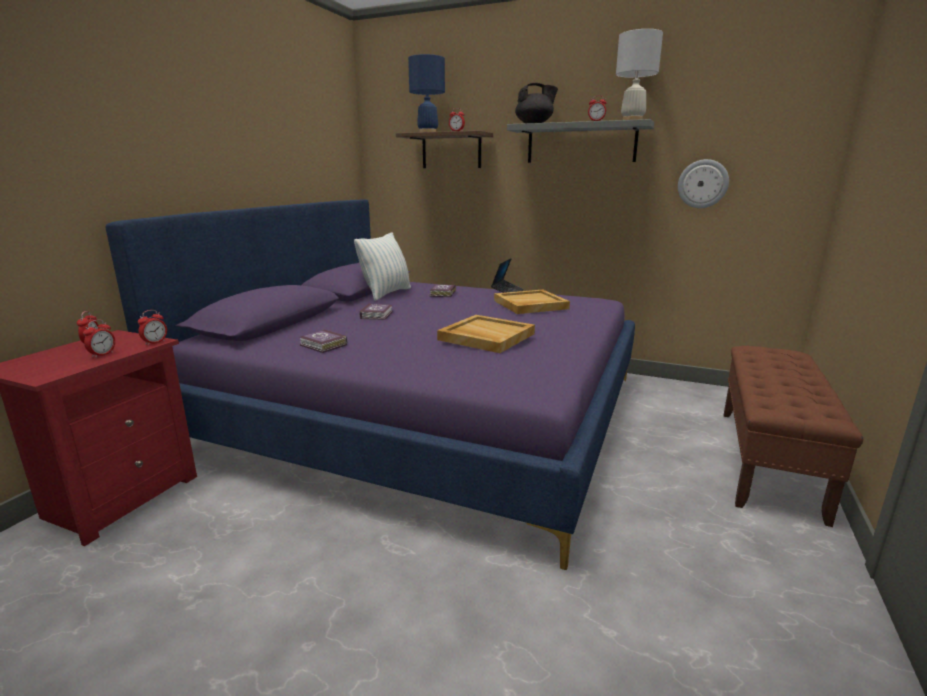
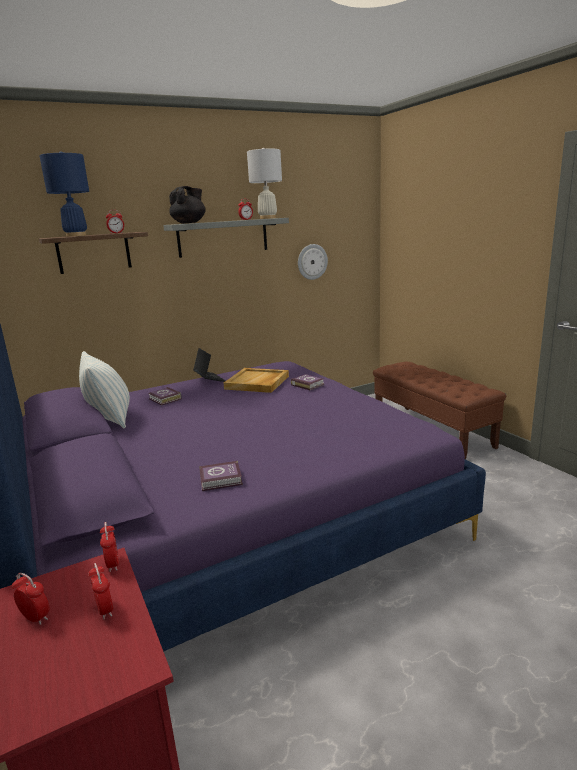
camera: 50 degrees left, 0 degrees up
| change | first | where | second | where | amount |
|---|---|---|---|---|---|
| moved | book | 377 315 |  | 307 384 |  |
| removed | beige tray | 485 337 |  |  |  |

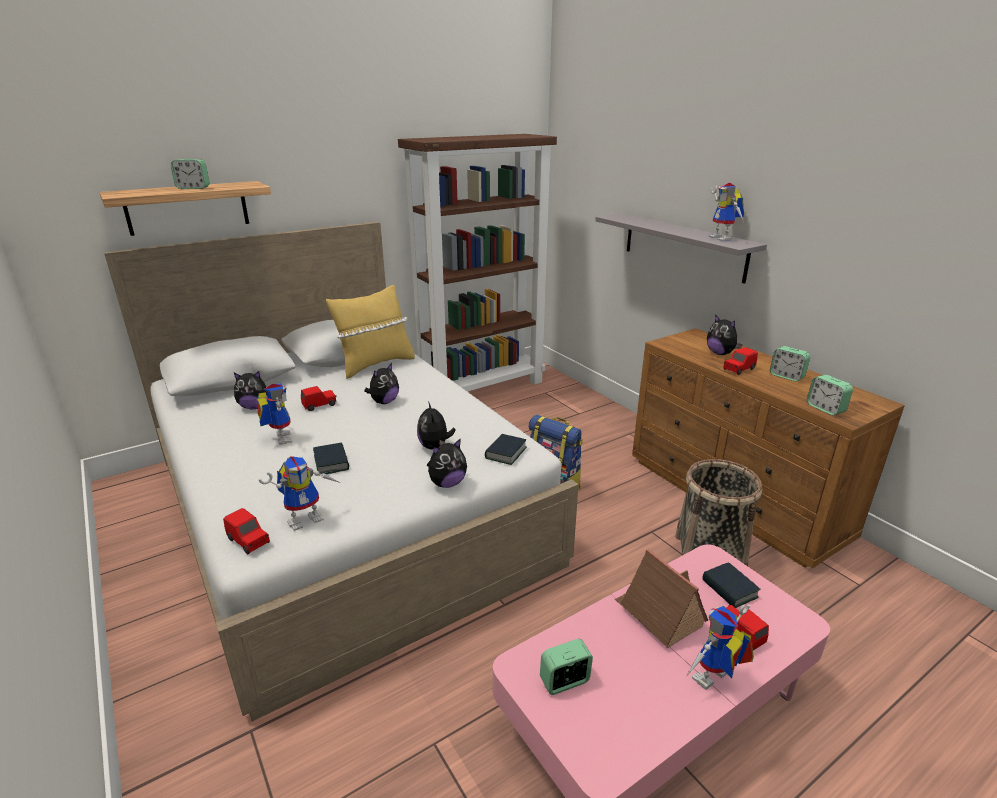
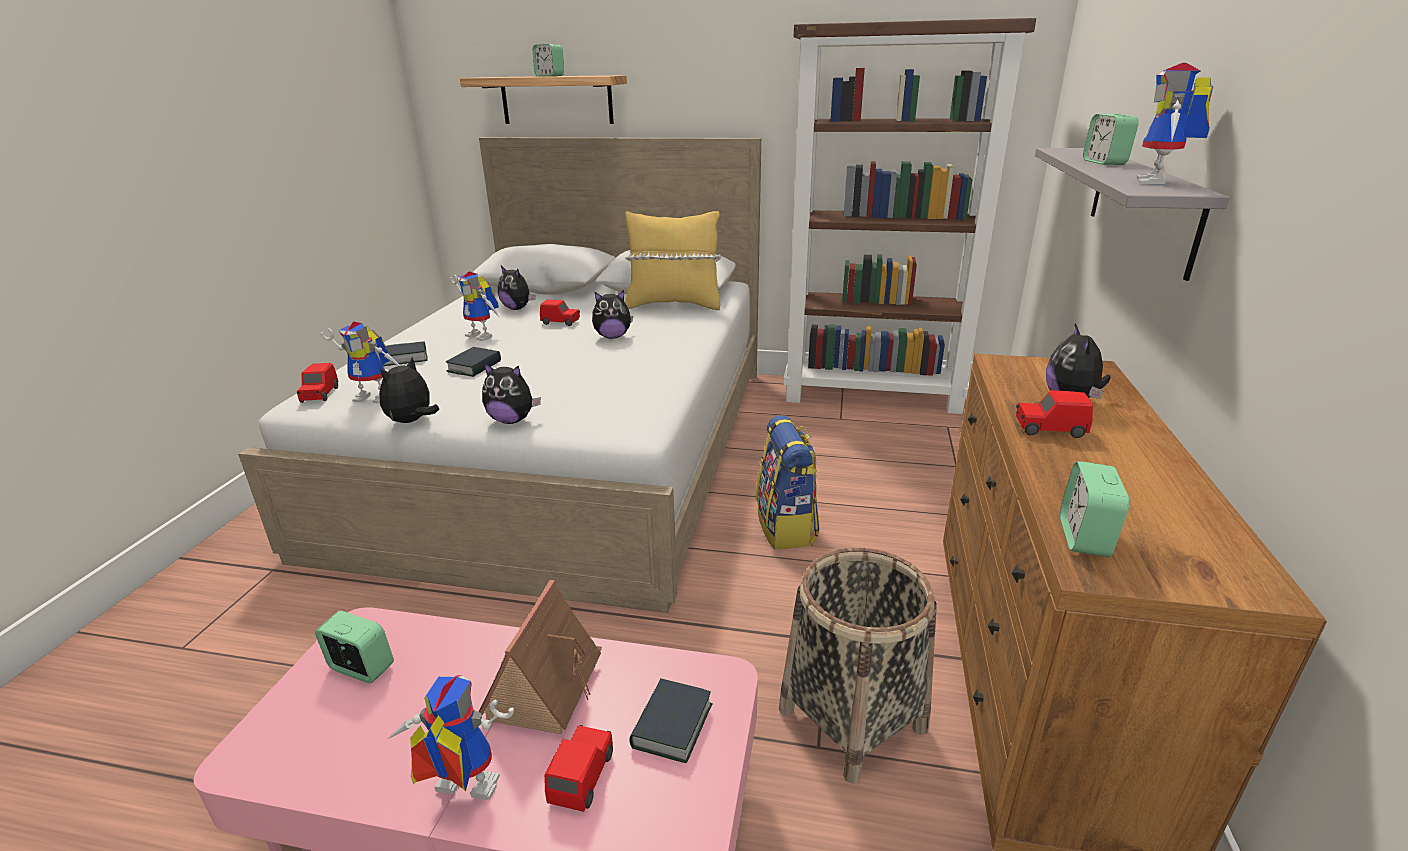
camera: 45 degrees right, 0 degrees up
| change | first | where | second | where | amount |
|---|---|---|---|---|---|
| moved | alarm clock | 786 376 |  | 1104 162 |  |
| turned | toy robot | 279 438 |  | 484 335 | 105 degrees clockwise |
| moved | plush toy | 435 446 |  | 412 421 |  |
| moved | book | 505 453 |  | 405 358 |  |

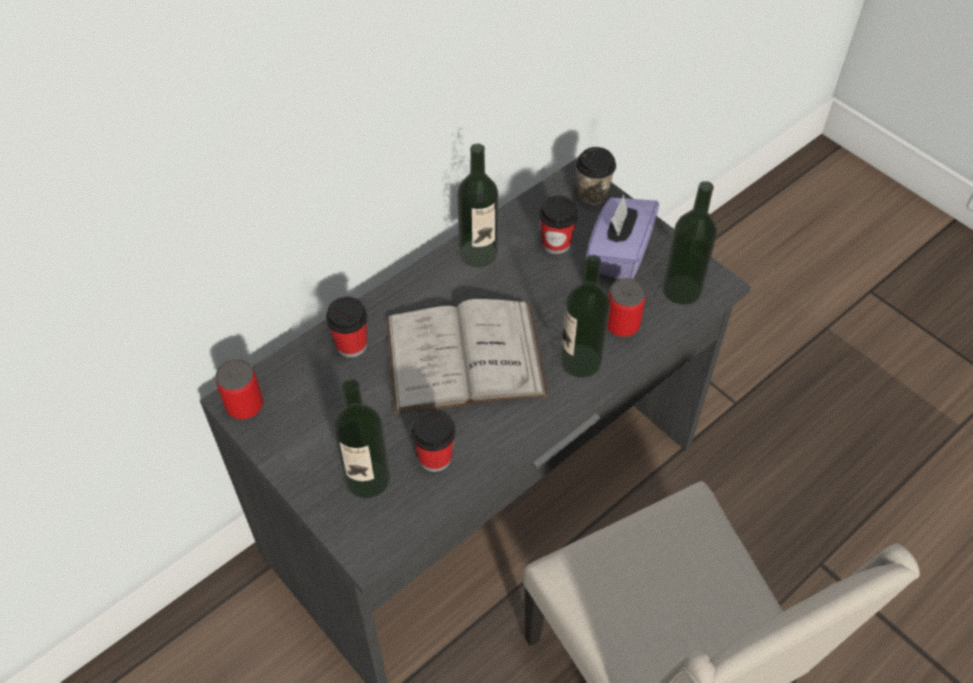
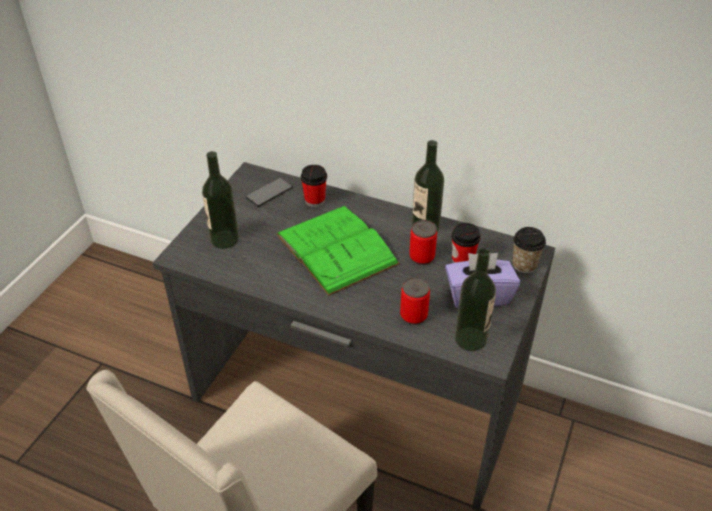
camera: 65 degrees right, 10 degrees down
| change | first | where | second | where | amount |
|---|---|---|---|---|---|
| removed | bottle | 580 361 |  |  |  |
| recoloured | white book | 464 356 | green book | 336 249 |  |
| moved | can | 245 406 |  | 422 257 |  |
| removed | cup | 435 457 |  |  |  |
| added |  |  | phone | 269 193 |  |

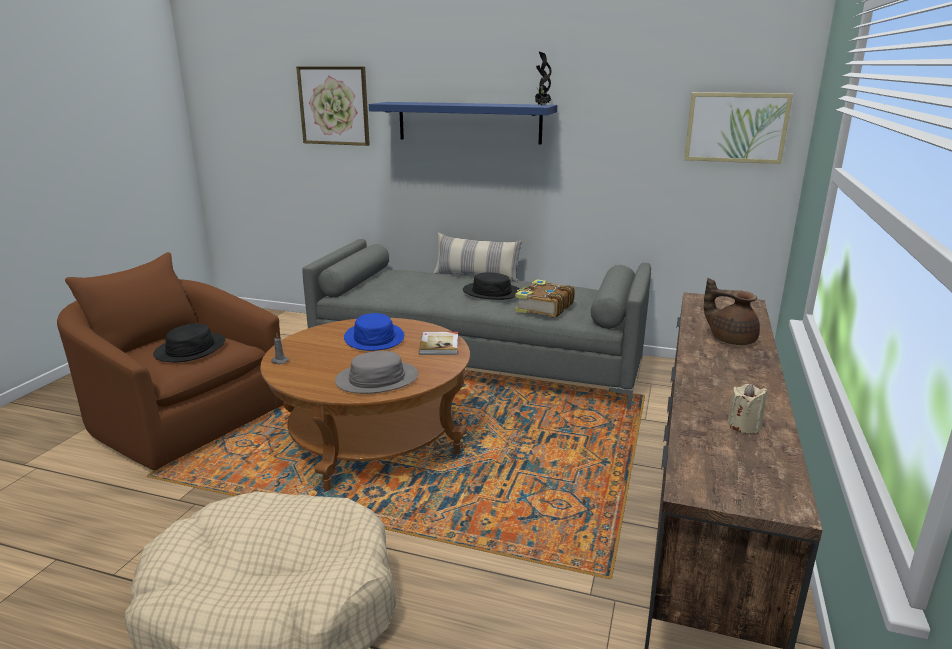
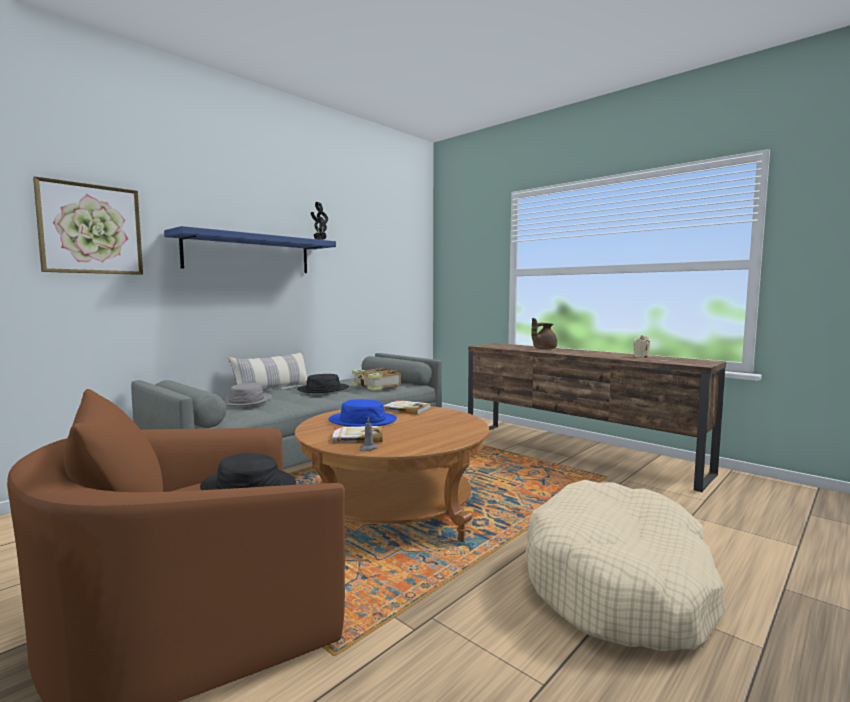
camera: 65 degrees left, 15 degrees down
| change | first | where | second | where | amount |
|---|---|---|---|---|---|
| removed | picture | 736 127 |  |  |  |
| moved | grey hat | 377 379 |  | 246 401 |  |
| added |  |  | book | 357 437 |  |

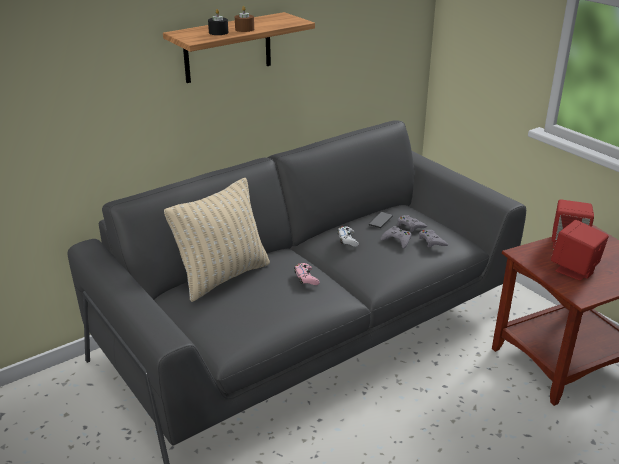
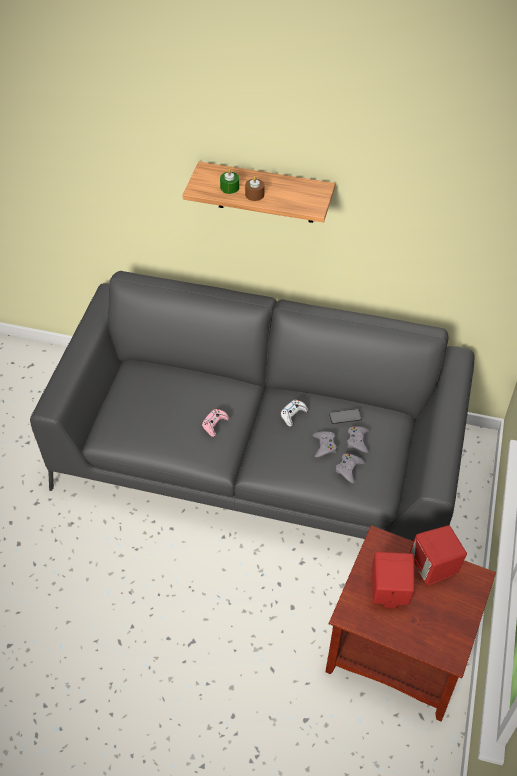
camera: 50 degrees right, 20 degrees up
| change | first | where | second | where | amount |
|---|---|---|---|---|---|
| recoloured | black candle | 218 32 | green candle | 229 187 |  |
| removed | beige pillow | 223 277 |  |  |  |

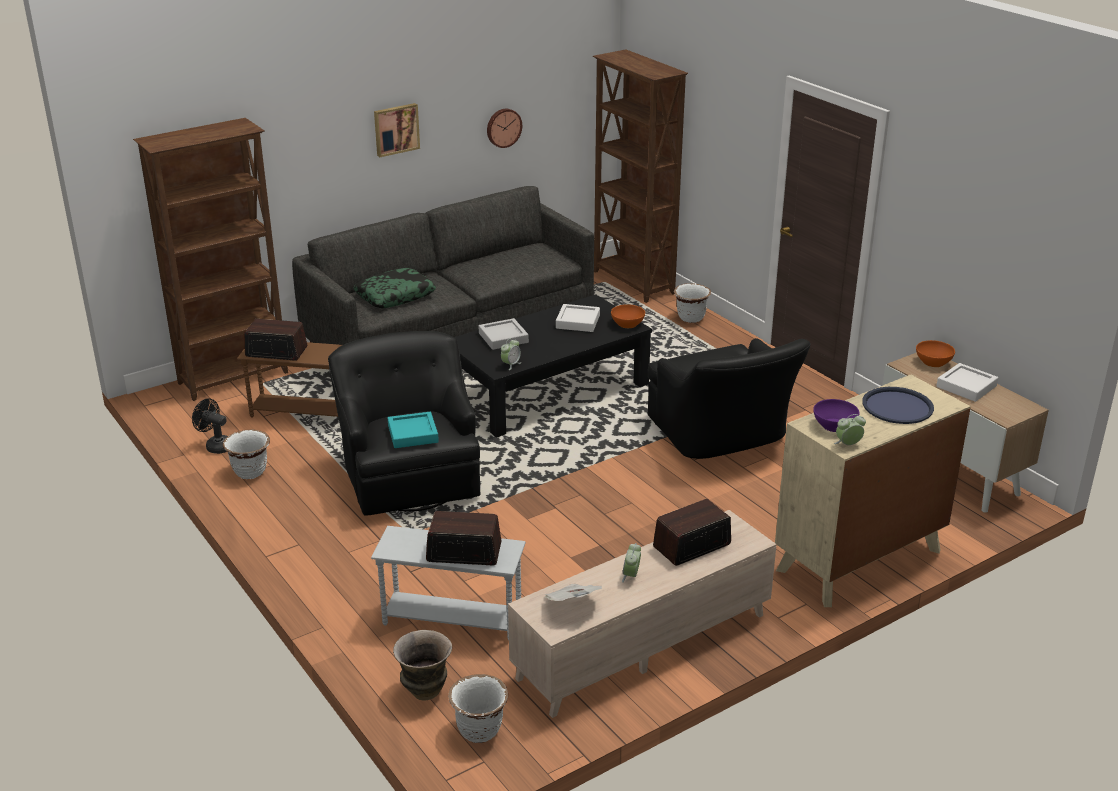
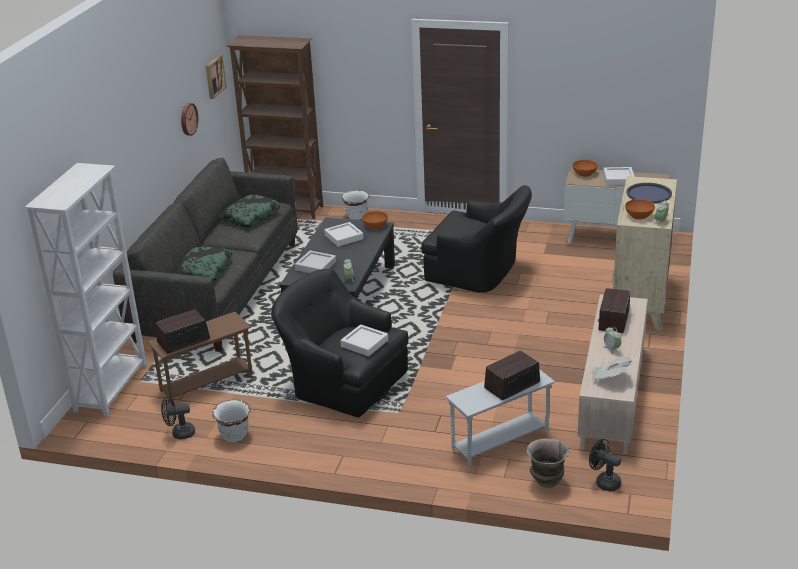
camera: 40 degrees left, 0 degrees up
| change | first | where | second | where | amount |
|---|---|---|---|---|---|
| moved | picture | 396 129 |  | 214 76 |  |
| recoloured | brown bookcase | 234 378 | white bookcase | 112 388 |  |
| recoloured | purple bowl | 834 425 | orange bowl | 639 215 |  |
| recoloured | turquoise tray | 413 434 | white tray | 364 343 |  |
| replaced | white planter | 479 730 | black fan | 604 482 |  |
| added |  |  | pillow | 250 216 |  |

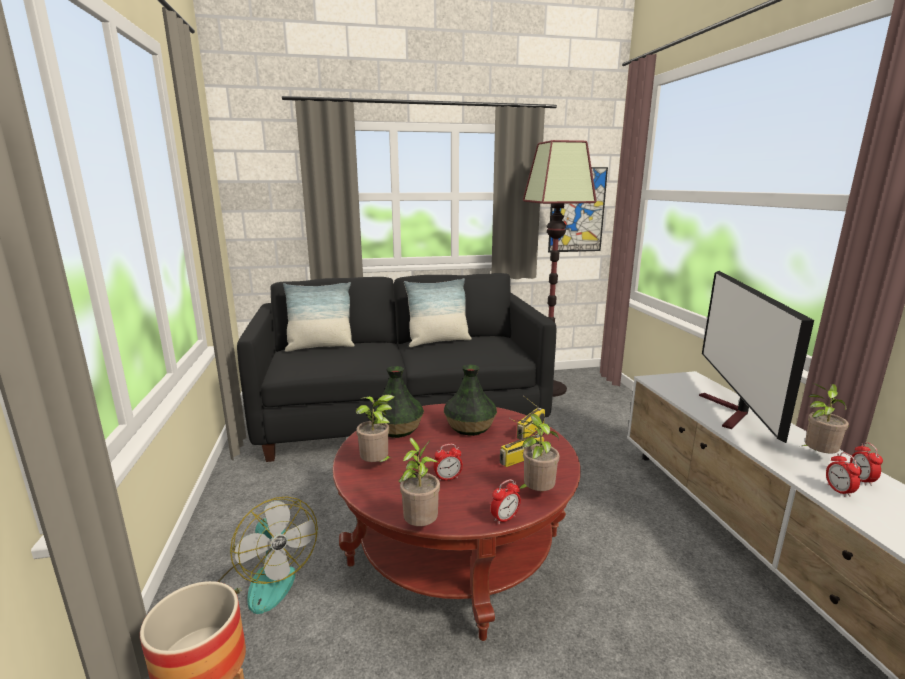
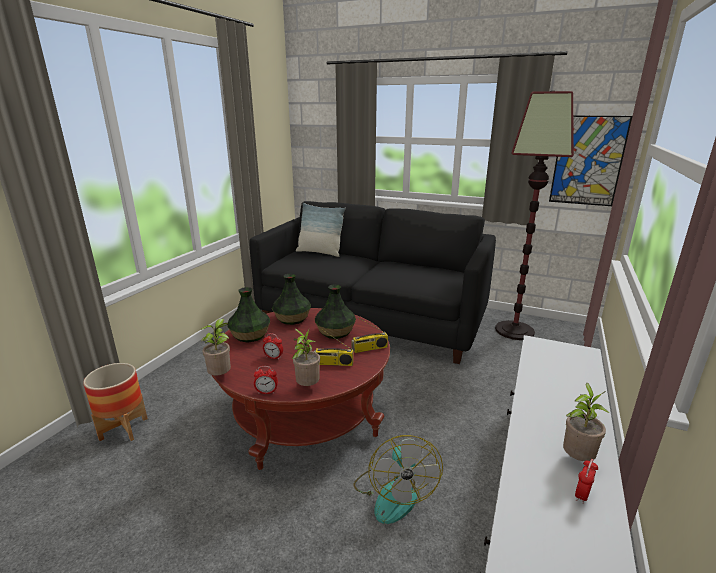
camera: 35 degrees right, 5 degrees up
| change | first | where | second | where | amount |
|---|---|---|---|---|---|
| removed | television | 731 413 |  |  |  |
| removed | pillow | 438 341 |  |  |  |
| replaced | potted plant | 377 465 | vase | 250 336 |  |
| removed | alarm clock | 838 491 |  |  |  |
| moved | fan | 266 579 |  | 393 493 |  |

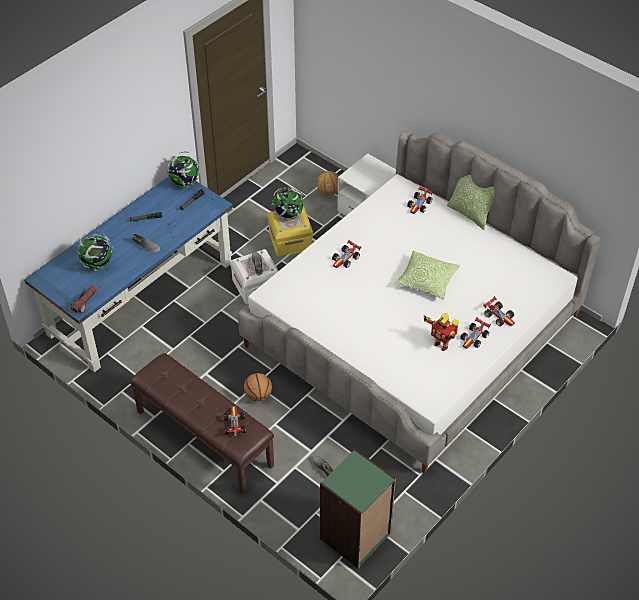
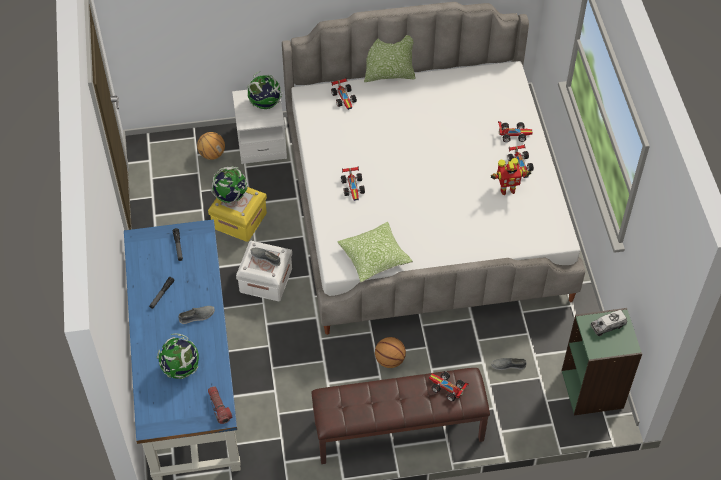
camera: 50 degrees left, 5 degrees up
| change | first | where | second | where | amount |
|---|---|---|---|---|---|
| moved | globe | 184 183 |  | 265 104 |  |
| moved | pillow | 427 280 |  | 374 257 |  |
| added |  |  | toy truck | 608 326 |  |

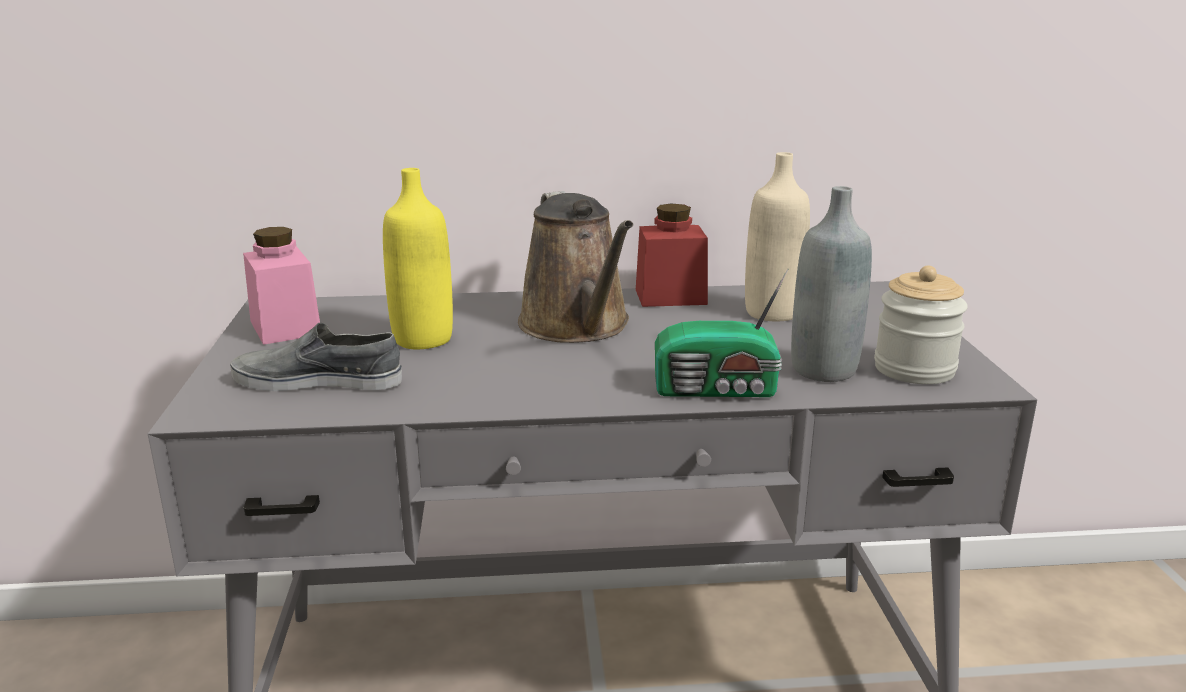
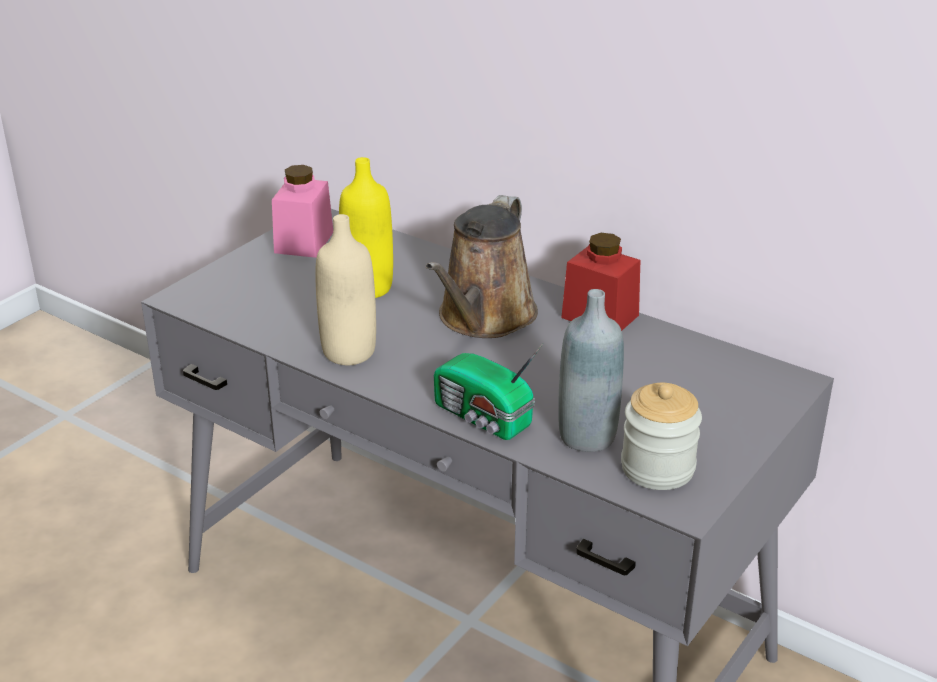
camera: 40 degrees right, 10 degrees up
| change | first | where | second | where | amount |
|---|---|---|---|---|---|
| moved | beige bottle | 772 312 |  | 349 352 |  |
| removed | grey shoe | 318 380 |  |  |  |

